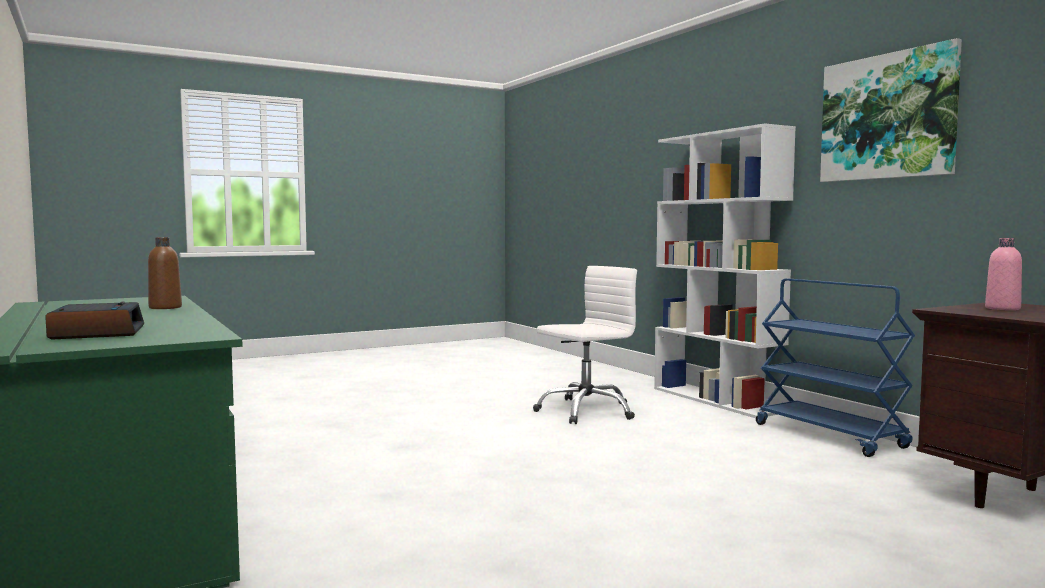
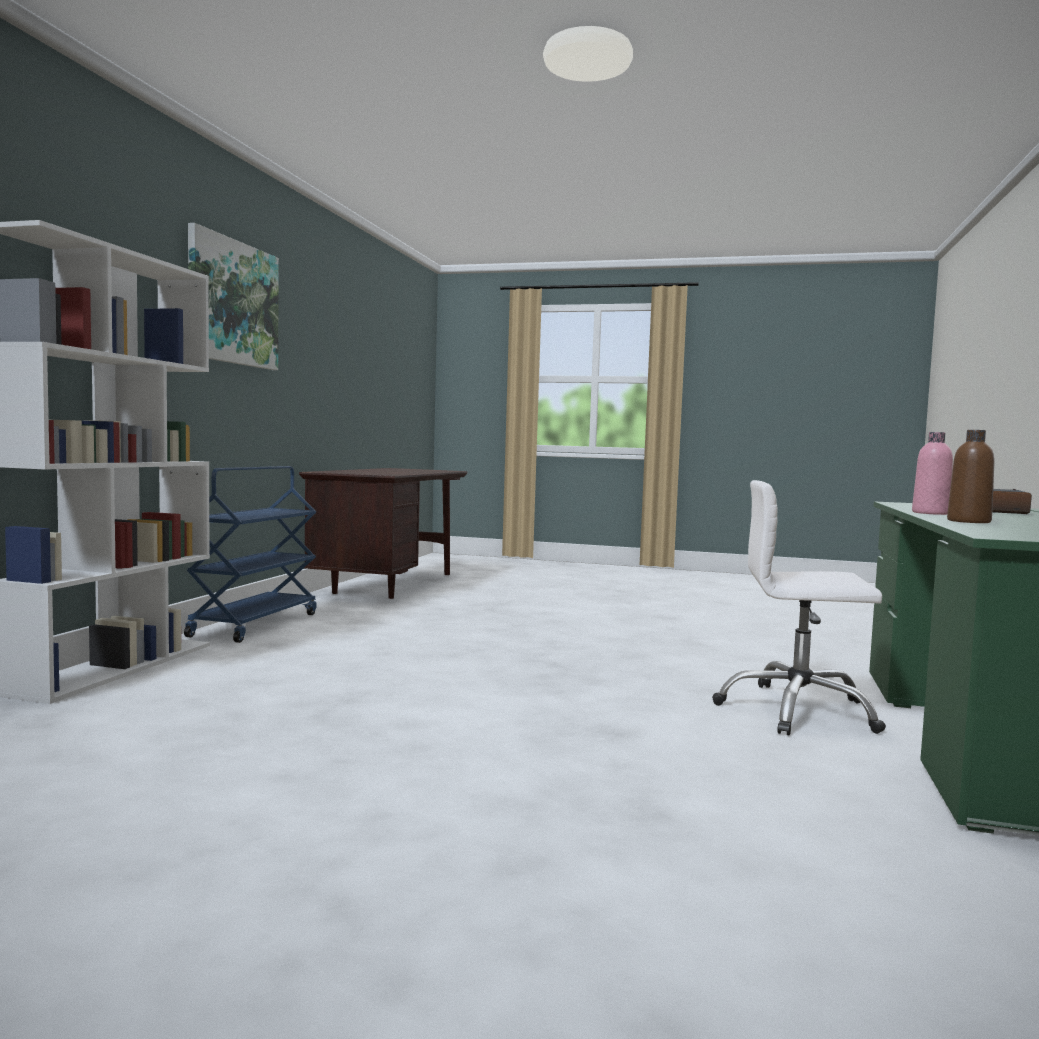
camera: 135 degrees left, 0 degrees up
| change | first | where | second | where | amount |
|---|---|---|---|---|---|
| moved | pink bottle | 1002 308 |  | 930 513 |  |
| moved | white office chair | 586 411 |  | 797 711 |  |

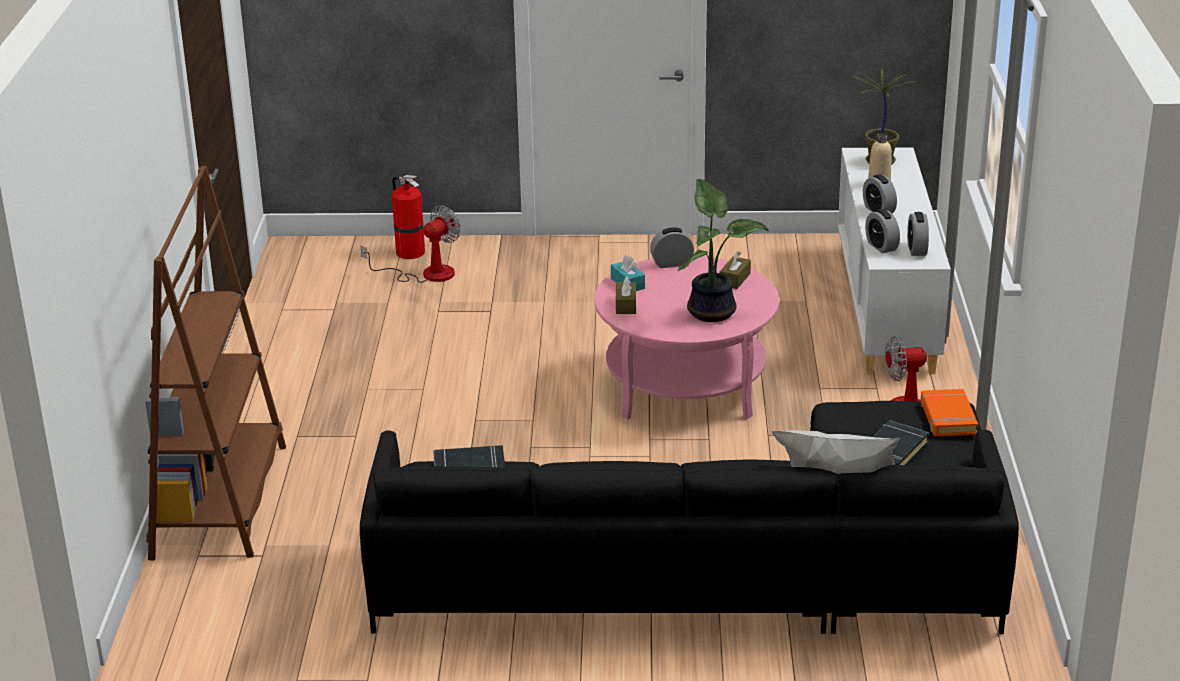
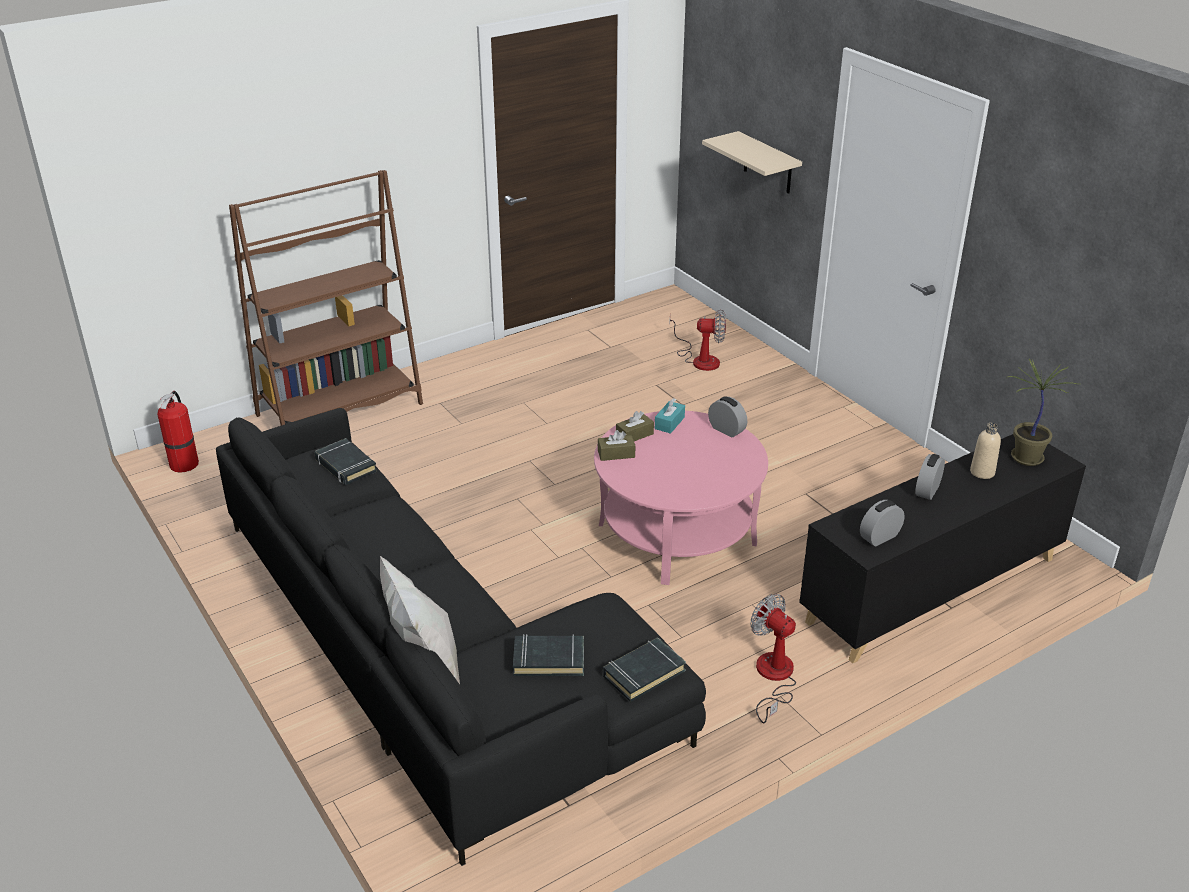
camera: 55 degrees right, 5 degrees up
| change | first | where | second | where | amount |
|---|---|---|---|---|---|
| recoloured | white cabinet | 885 308 | black cabinet | 932 590 |  |
| moved | fire extinguisher | 409 252 |  | 184 463 |  |
| removed | potted plant | 713 311 |  |  |  |
| removed | alarm clock | 881 246 |  |  |  |
| moved | brown tissue box | 734 279 |  | 616 454 |  |
| recoloured | orange book | 947 418 | black book | 643 673 |  |
| added |  |  | beige shelf | 768 163 |  |

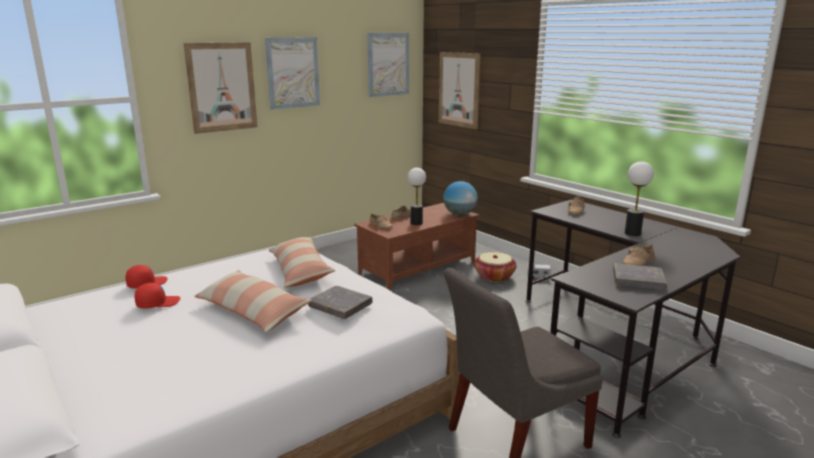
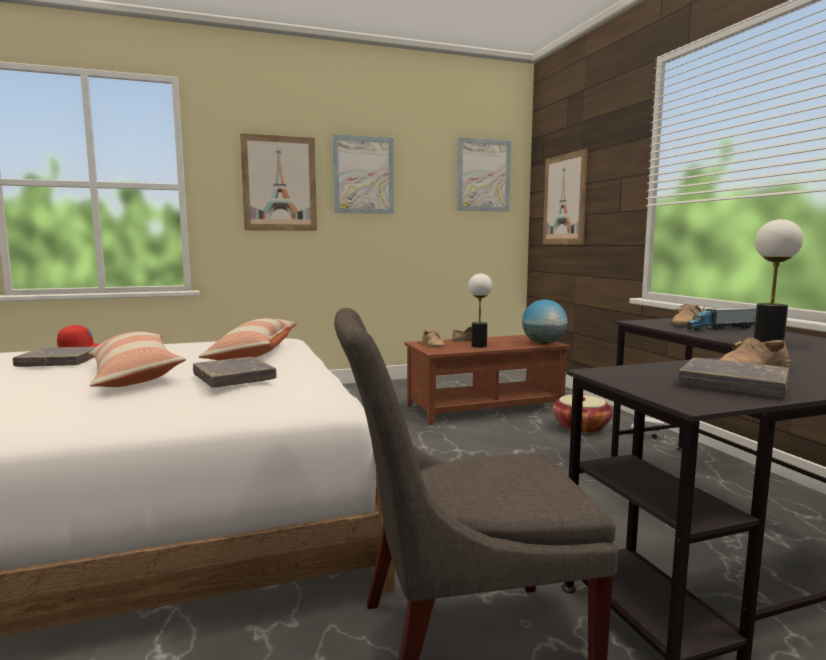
camera: 20 degrees right, 10 degrees down
| change | first | where | second | where | amount |
|---|---|---|---|---|---|
| replaced | red cap | 158 303 | grey book | 59 361 |  |
| added |  |  | toy truck | 719 328 |  |

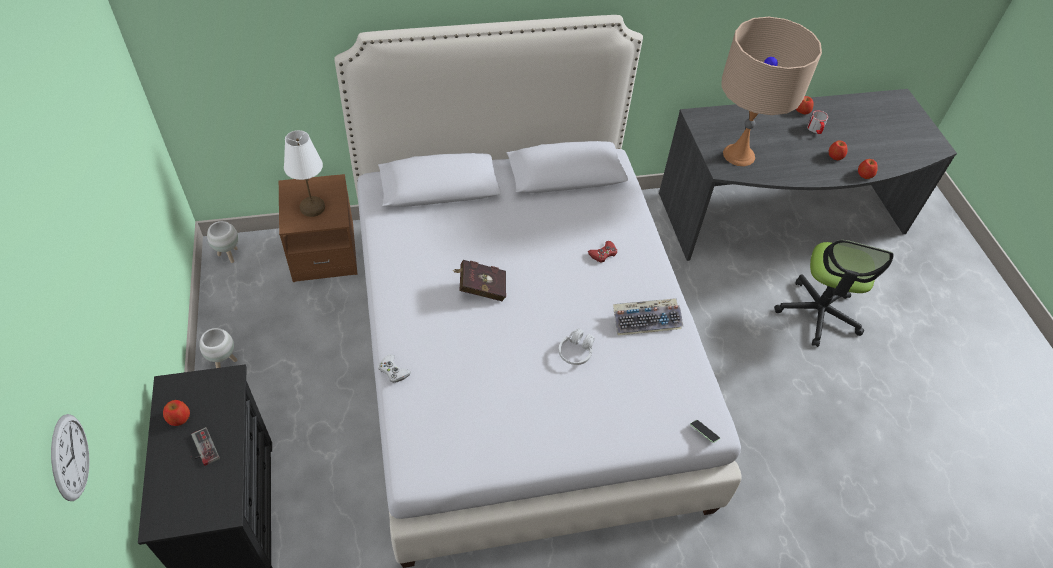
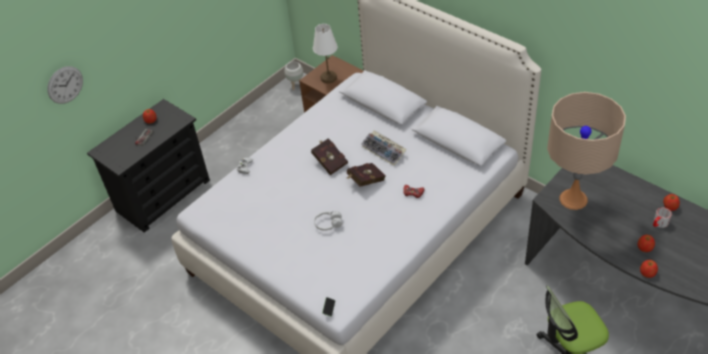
camera: 60 degrees right, 5 degrees down
| change | first | where | second | where | amount |
|---|---|---|---|---|---|
| moved | keyboard | 647 320 |  | 384 151 |  |
| removed | white planter | 224 362 |  |  |  |
| added |  |  | red book | 365 181 |  |

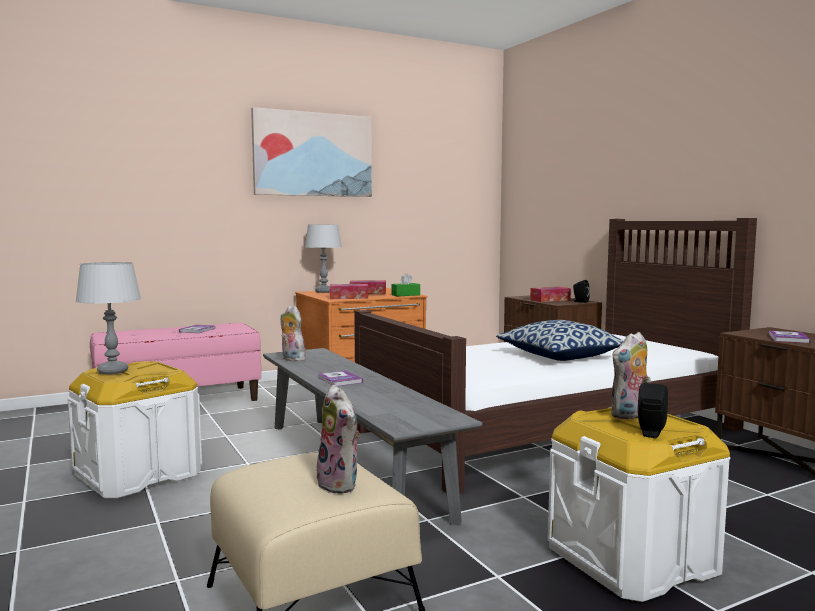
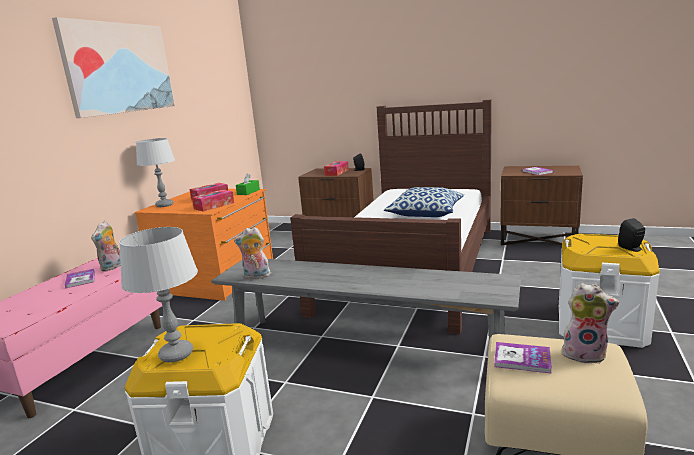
camera: 40 degrees left, 10 degrees up
| change | first | where | second | where | amount |
|---|---|---|---|---|---|
| moved | plush toy | 631 416 |  | 112 267 |  |
| moved | book | 339 380 |  | 522 359 |  |

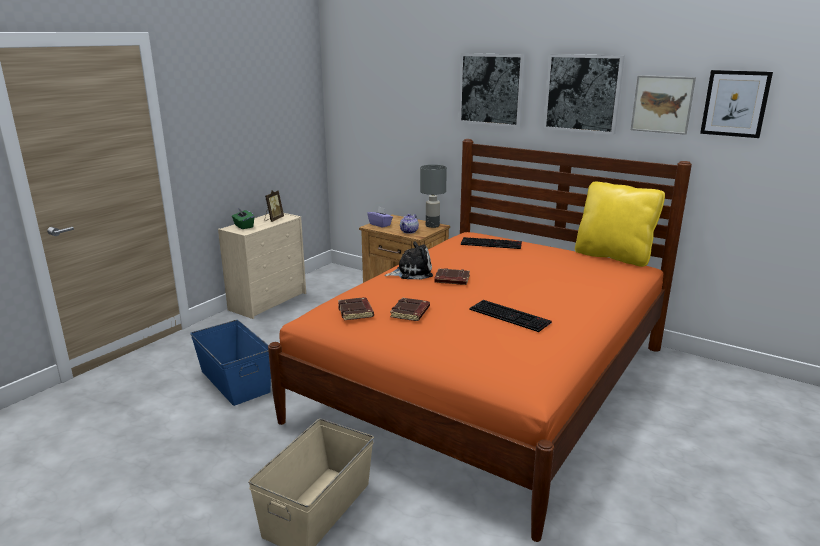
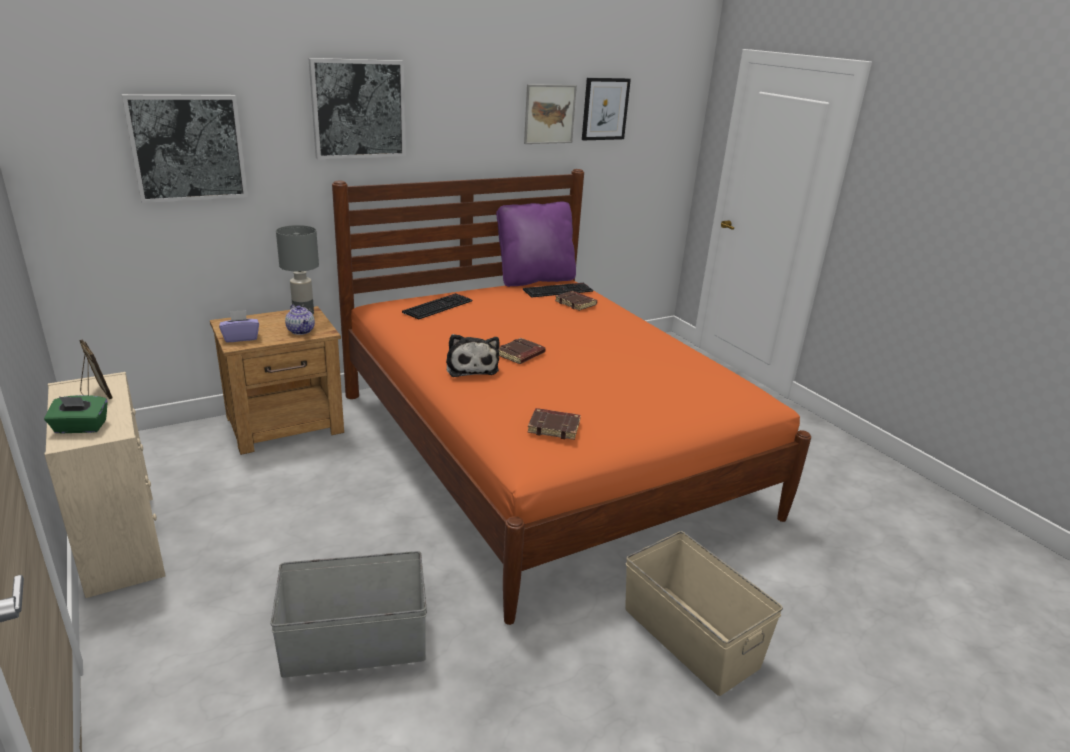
camera: 65 degrees left, 5 degrees up
| change | first | where | second | where | amount |
|---|---|---|---|---|---|
| moved | picture | 582 93 |  | 187 147 |  |
| recoloured | yellow pillow | 613 256 | purple pillow | 535 279 |  |
| turned | plush toy | 411 272 |  | 471 367 | 150 degrees clockwise |
| moved | brown book | 410 313 |  | 576 303 |  |
| moved | keyboard | 511 316 |  | 558 290 |  |
| recoloured | blue storage box | 235 380 | grey storage box | 354 643 |  |

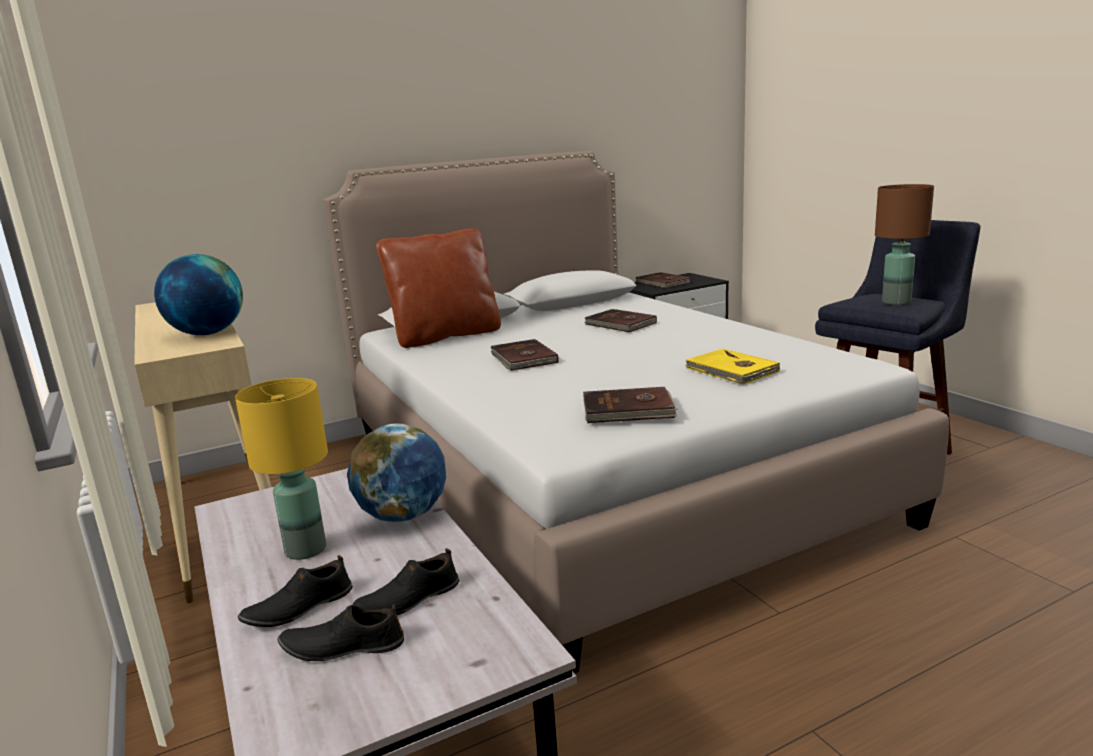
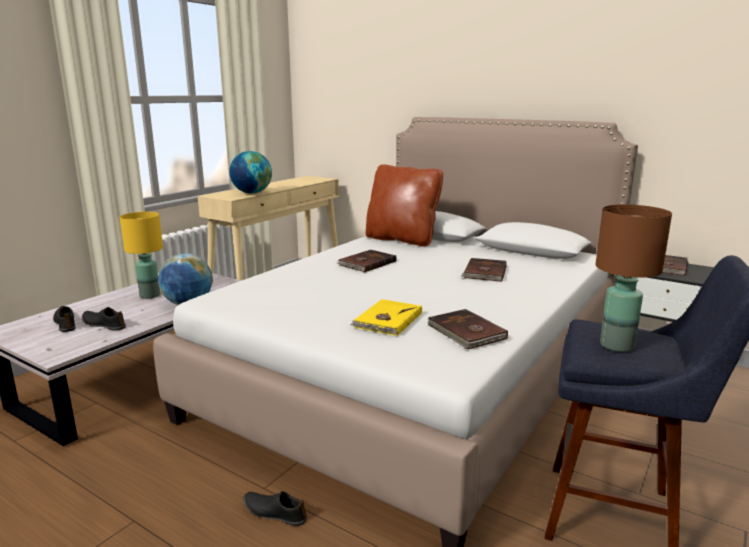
camera: 60 degrees right, 0 degrees up
| change | first | where | second | where | amount |
|---|---|---|---|---|---|
| moved | brown book | 628 410 |  | 465 332 |  |
| moved | black shoe | 298 608 |  | 274 512 |  |

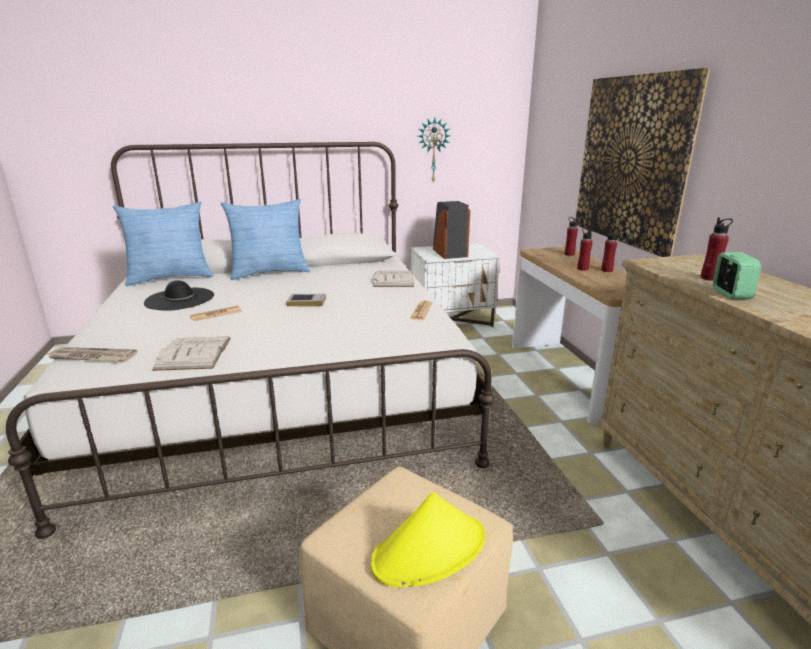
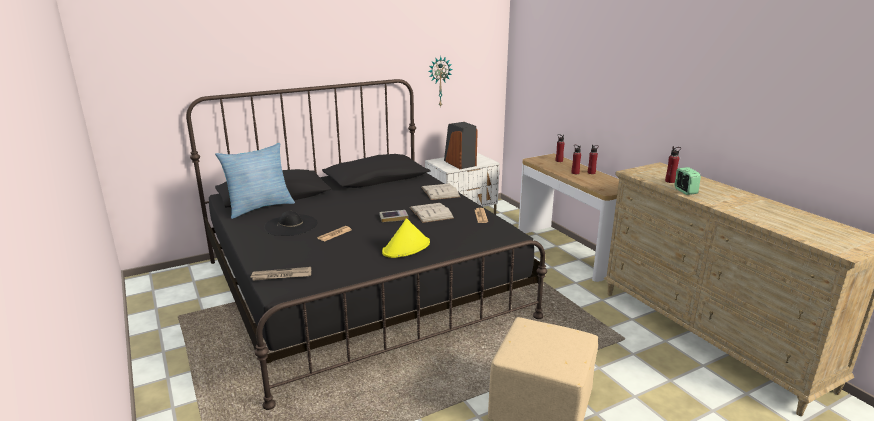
camera: 15 degrees left, 0 degrees up
| change | first | where | second | where | amount |
|---|---|---|---|---|---|
| removed | picture | 632 161 |  |  |  |
| recoloured | white bed | 279 389 | black bed | 361 287 |  |
| removed | pillow | 269 272 |  |  |  |
| moved | white book | 194 353 |  | 431 213 |  |
| moved | yellow hat | 430 550 |  | 406 248 |  |

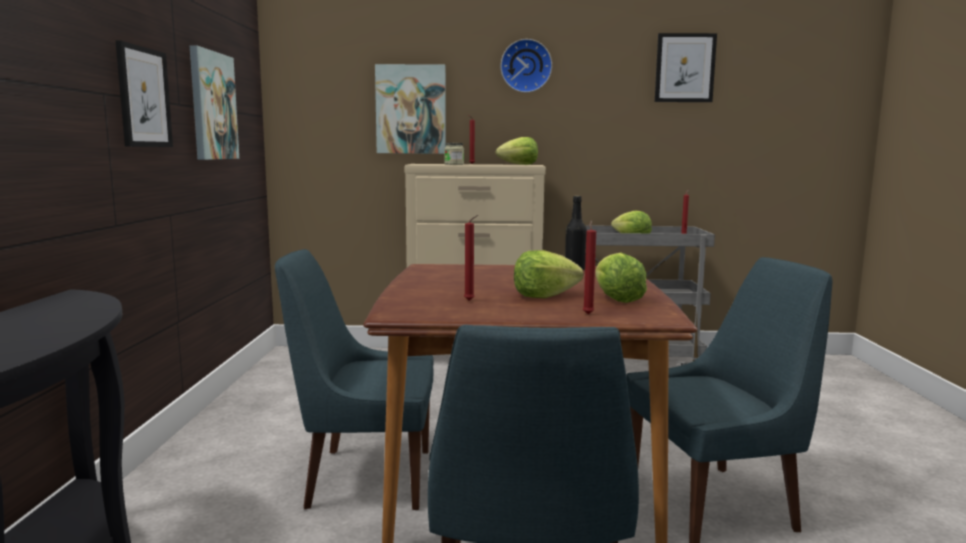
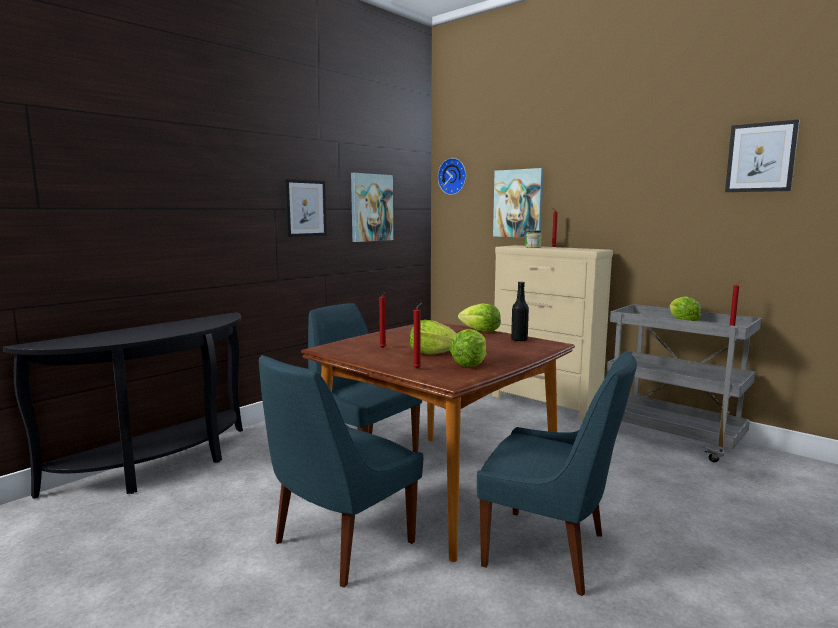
camera: 40 degrees right, 0 degrees up
| change | first | where | second | where | amount |
|---|---|---|---|---|---|
| moved | wall clock | 526 66 |  | 453 176 |  |
| moved | lettuce | 519 164 |  | 480 331 |  |

